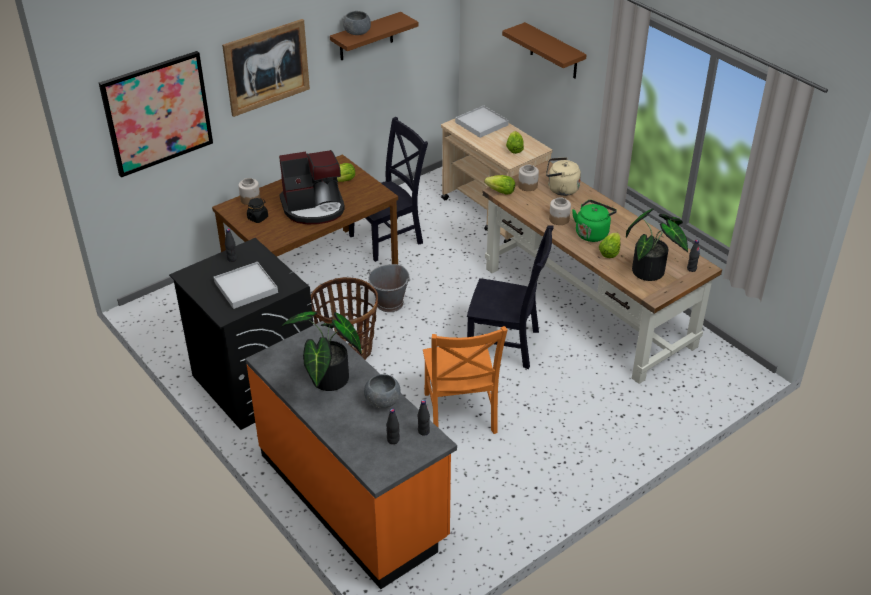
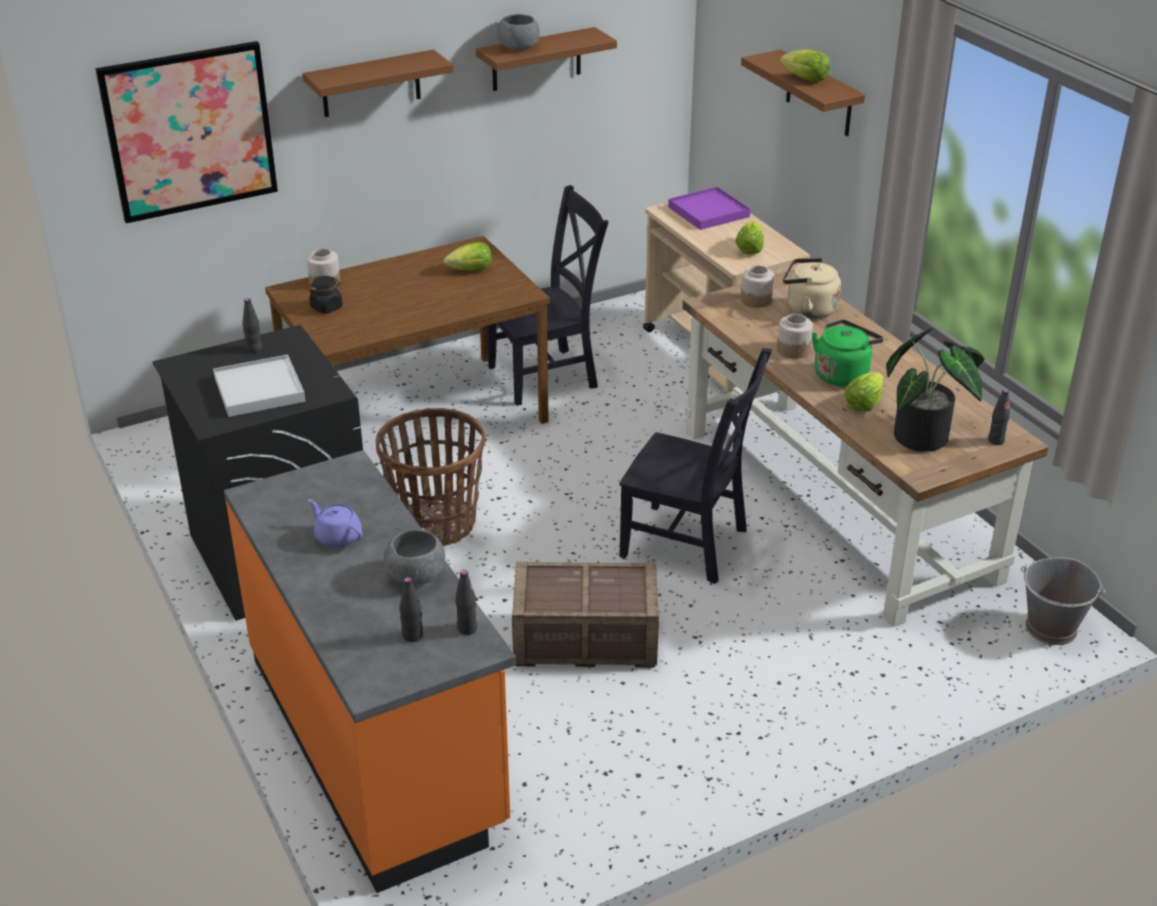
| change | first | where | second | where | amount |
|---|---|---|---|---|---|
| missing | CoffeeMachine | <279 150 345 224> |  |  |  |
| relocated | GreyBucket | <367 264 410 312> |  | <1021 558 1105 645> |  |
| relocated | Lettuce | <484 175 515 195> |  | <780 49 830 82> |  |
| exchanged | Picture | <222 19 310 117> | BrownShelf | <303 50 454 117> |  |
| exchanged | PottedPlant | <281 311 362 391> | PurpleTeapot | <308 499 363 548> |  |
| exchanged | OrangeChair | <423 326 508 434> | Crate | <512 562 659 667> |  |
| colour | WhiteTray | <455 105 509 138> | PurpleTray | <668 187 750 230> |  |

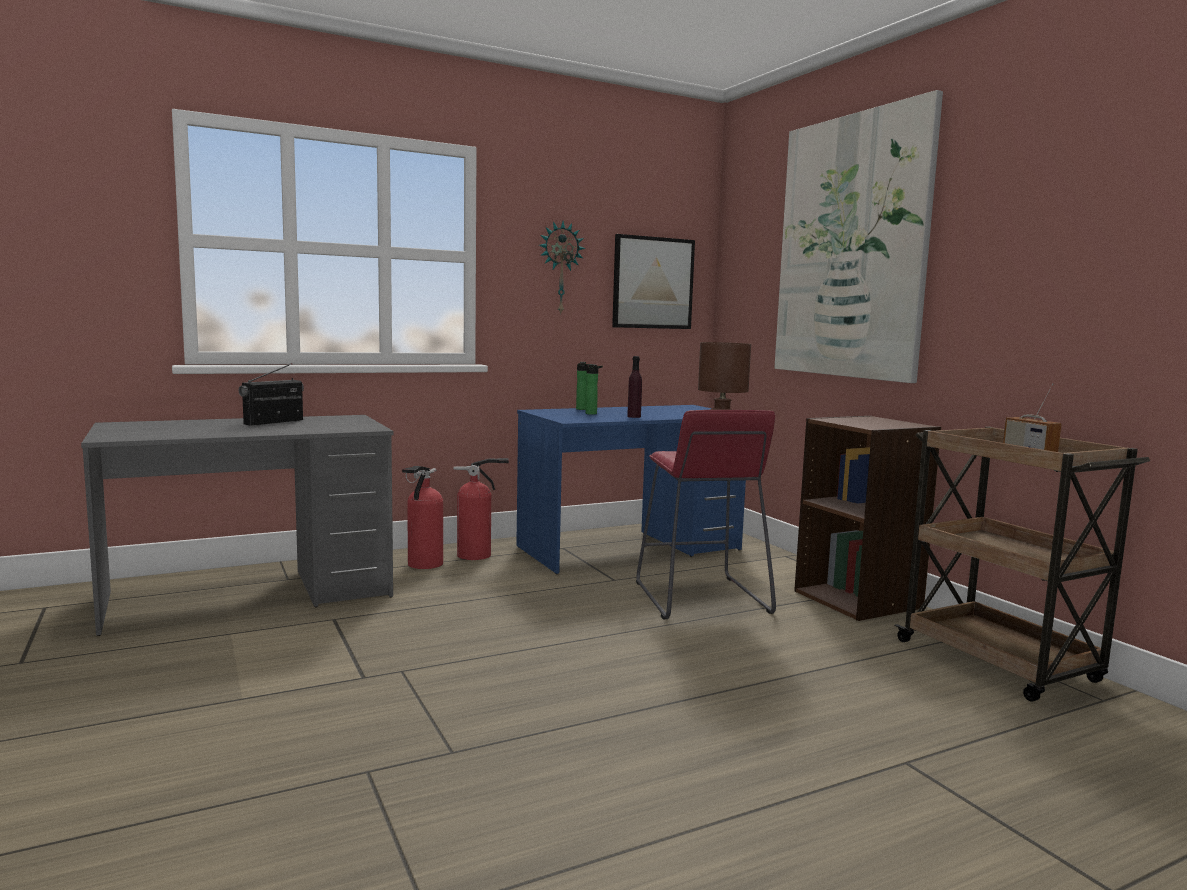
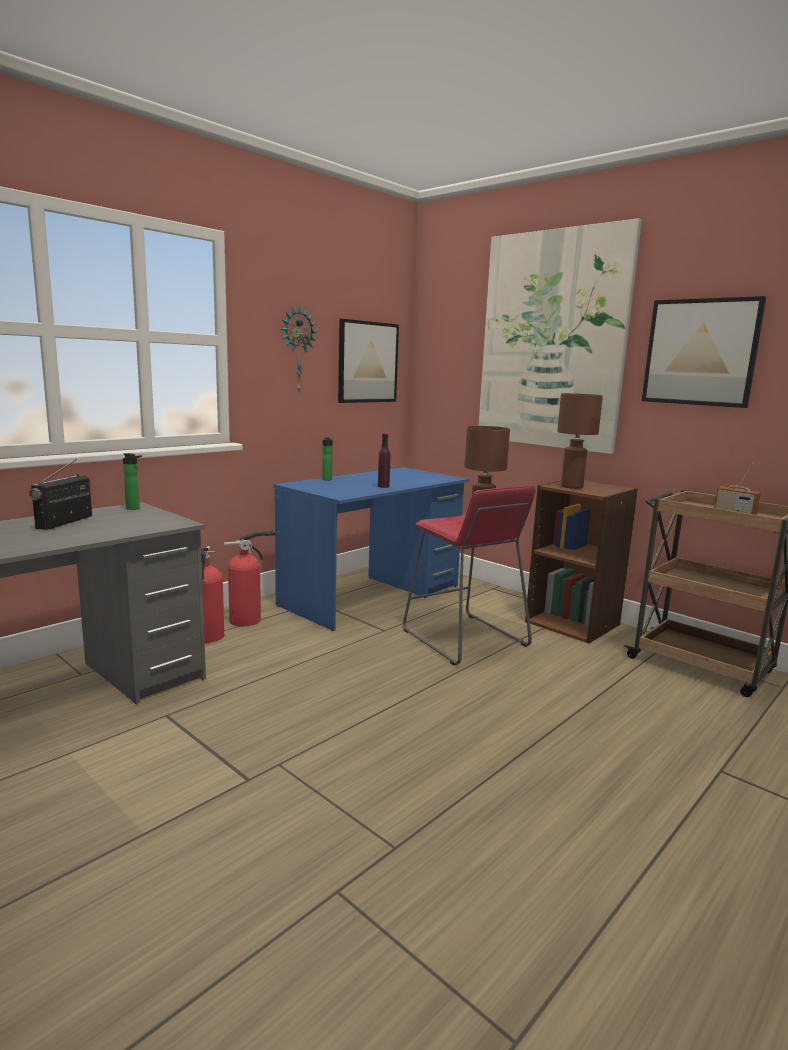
| change | first | where | second | where | amount |
|---|---|---|---|---|---|
| appeared |  |  | BrownTableLamp | <557 393 603 489> |  |
| appeared |  |  | Picture | <642 296 766 408> |  |
| relocated | Bottle | <586 364 603 415> |  | <123 453 142 510> |  |

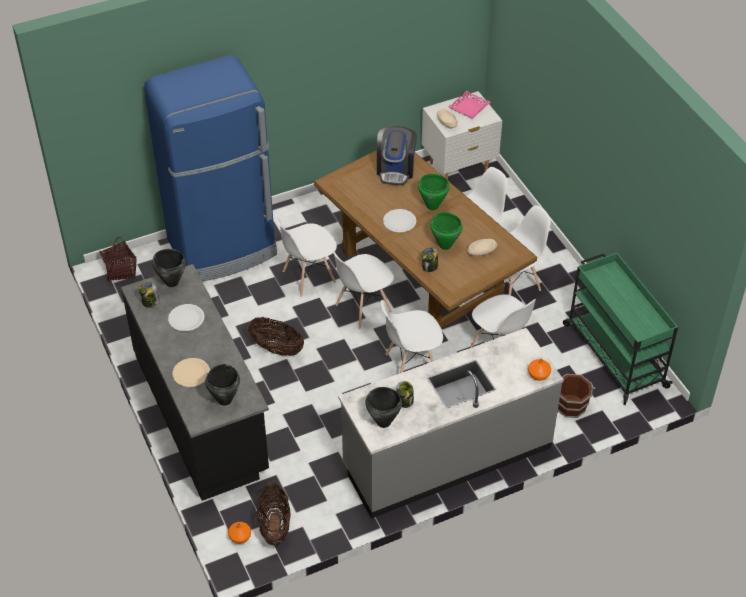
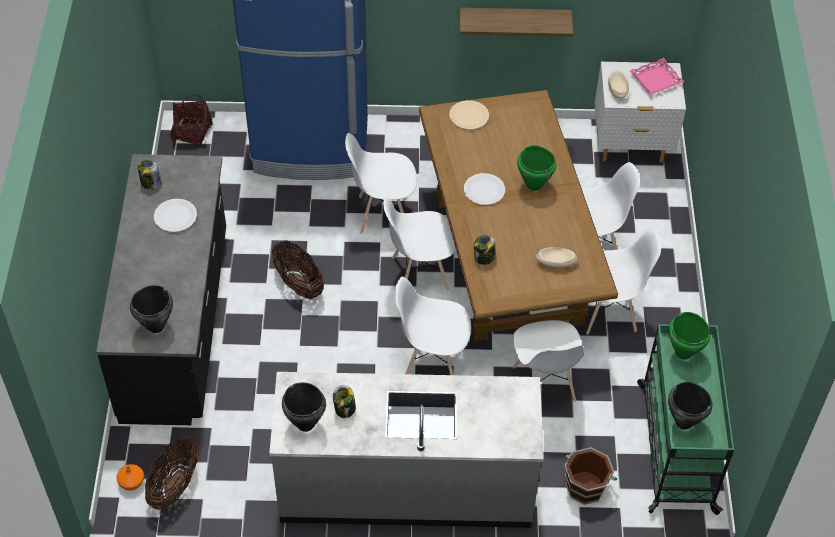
| change | first | where | second | where | amount |
|---|---|---|---|---|---|
| missing | CoffeeMachine | <377 126 417 185> |  |  |  |
| missing | OrangeVase | <528 358 551 381> |  |  |  |
| appeared |  |  | Shelf | <460 8 573 37> |  |
| relocated | BlackCookingPot | <152 249 186 287> |  | <668 382 712 430> |  |
| relocated | BeigePlate | <172 358 210 387> |  | <449 100 489 130> |  |
| relocated | GreenCookingPot | <431 212 462 250> |  | <669 312 710 360> |  |

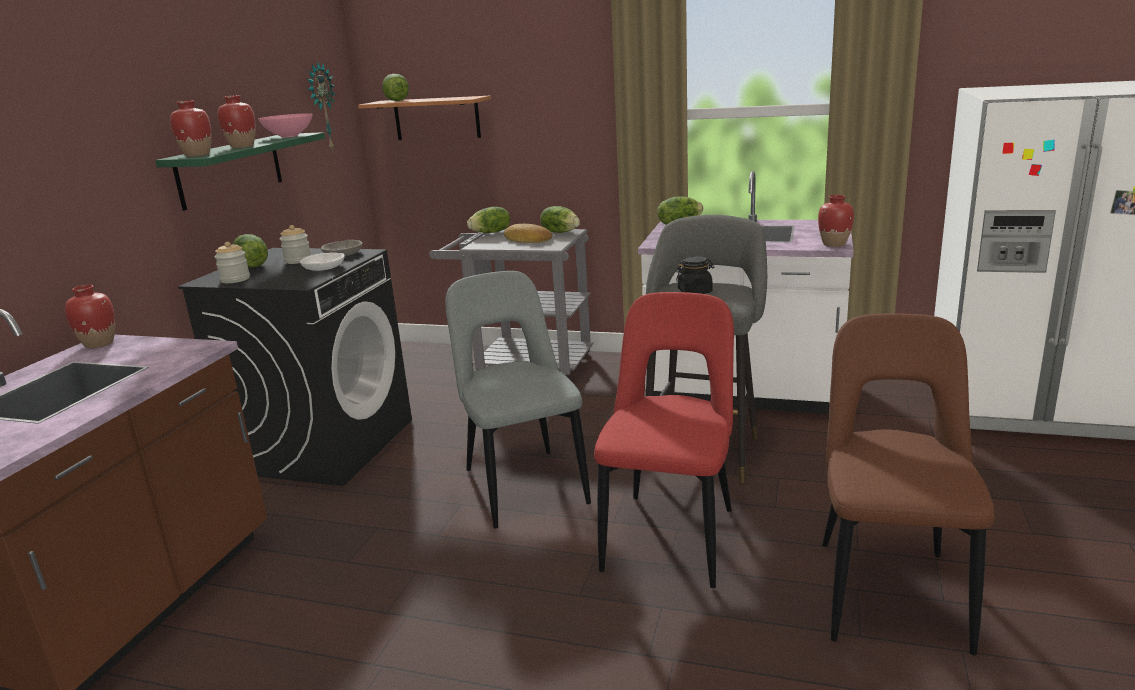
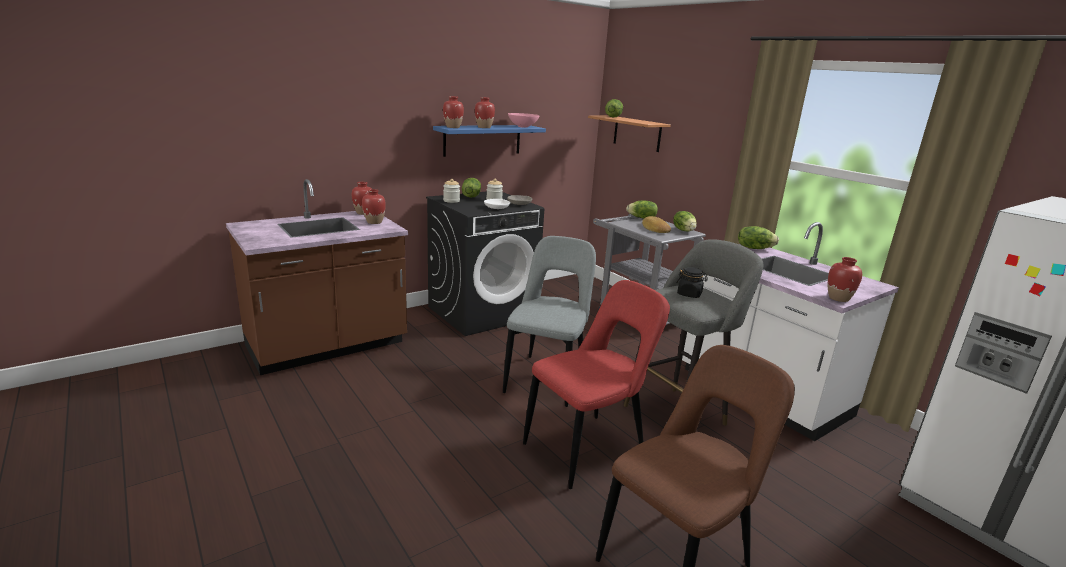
| change | first | where | second | where | amount |
|---|---|---|---|---|---|
| missing | WallClock | <307 61 335 152> |  |  |  |
| appeared |  |  | RedVase | <362 189 386 224> |  |
| colour | GreenShelf | <155 132 325 211> | BlueShelf | <433 125 546 157> |  |

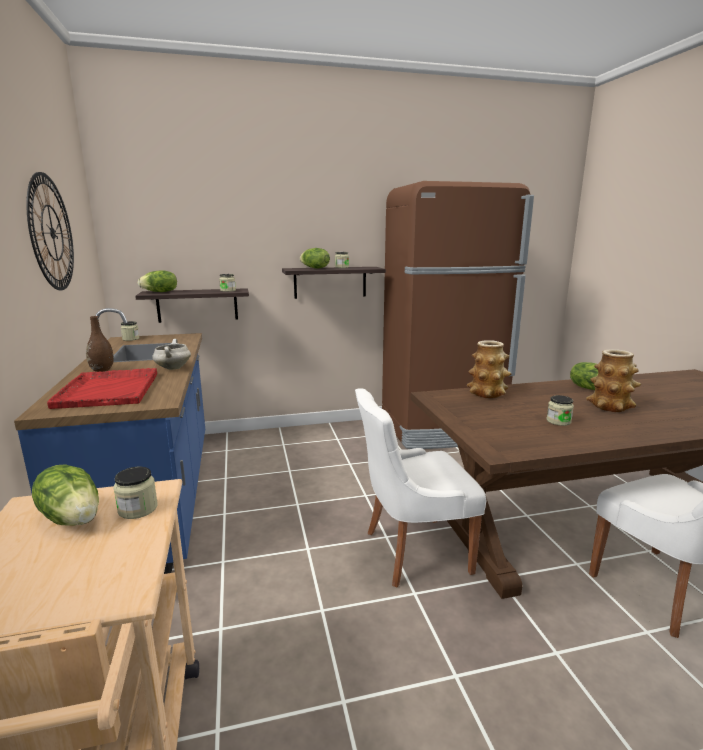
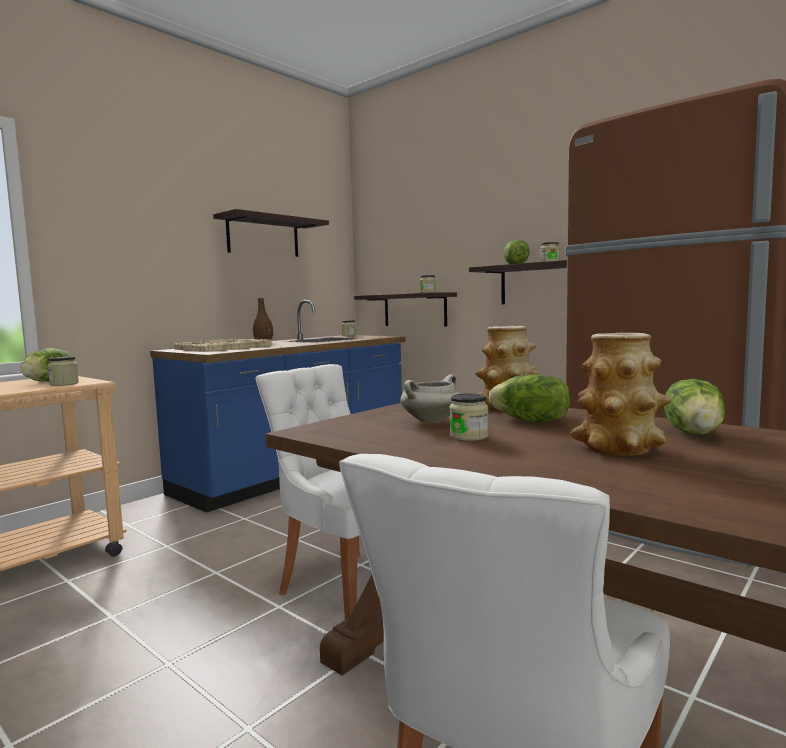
| change | first | where | second | where | amount |
|---|---|---|---|---|---|
| relocated | Lettuce | <138 270 177 292> |  | <489 374 571 422> |  |
| relocated | WhiteCookingPot | <152 339 191 370> |  | <400 374 459 423> |  |
| exchanged | WallClock | <26 172 74 290> | Shelf | <213 209 329 257> |  |
| colour | RedTray | <47 368 157 409> | BeigeTray | <174 339 271 352> |  |

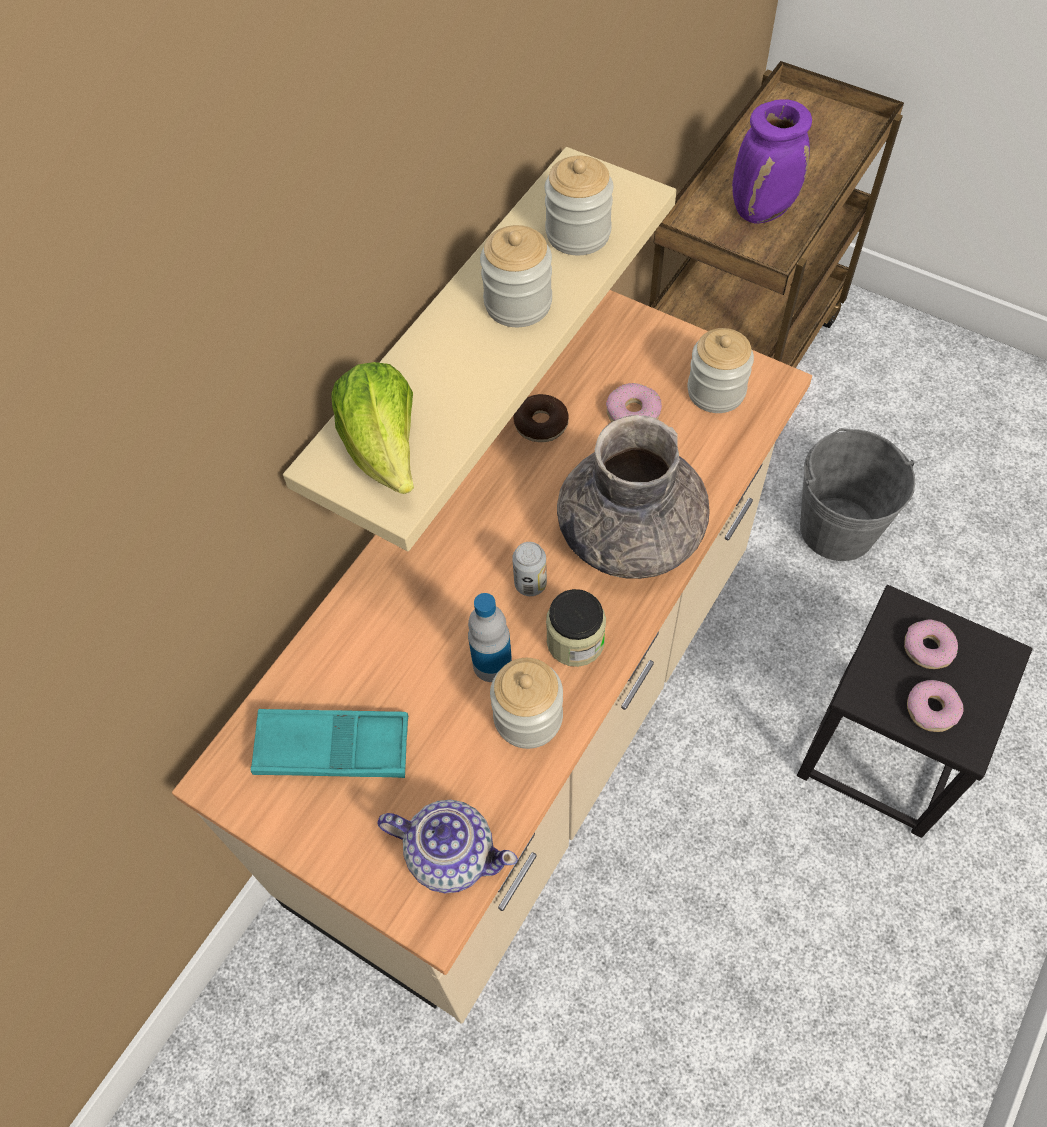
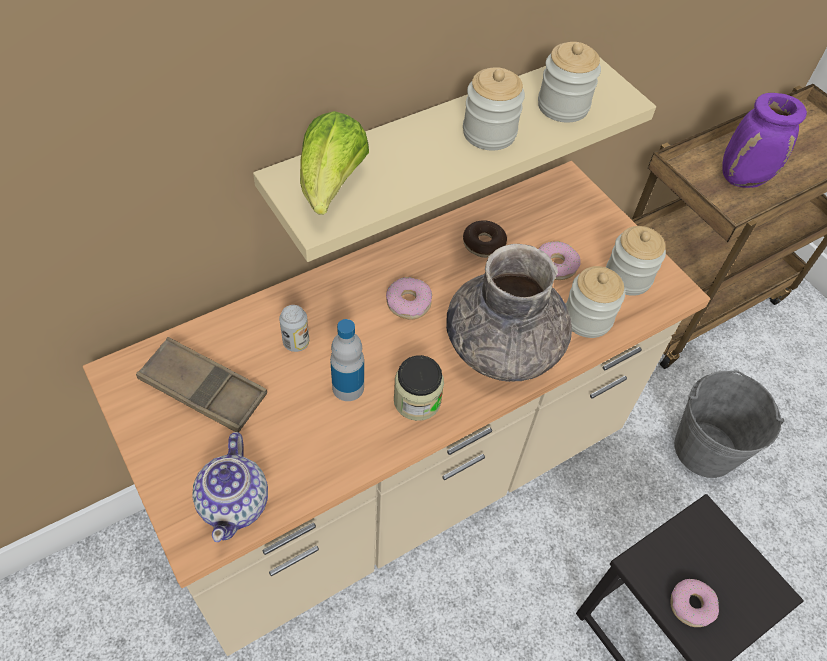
| change | first | where | second | where | amount |
|---|---|---|---|---|---|
| relocated | Jar | <490 658 563 749> |  | <566 266 625 338> |  |
| relocated | Can | <512 542 547 596> |  | <279 305 309 352> |  |
| relocated | Donut | <904 620 958 669> |  | <386 277 432 320> |  |
| colour | TurquoiseTray | <251 709 408 778> | BrownTray | <136 337 267 432> |  |
| spun | Teapot | <377 800 518 894> |  | <192 432 268 542> | 45 degrees clockwise |

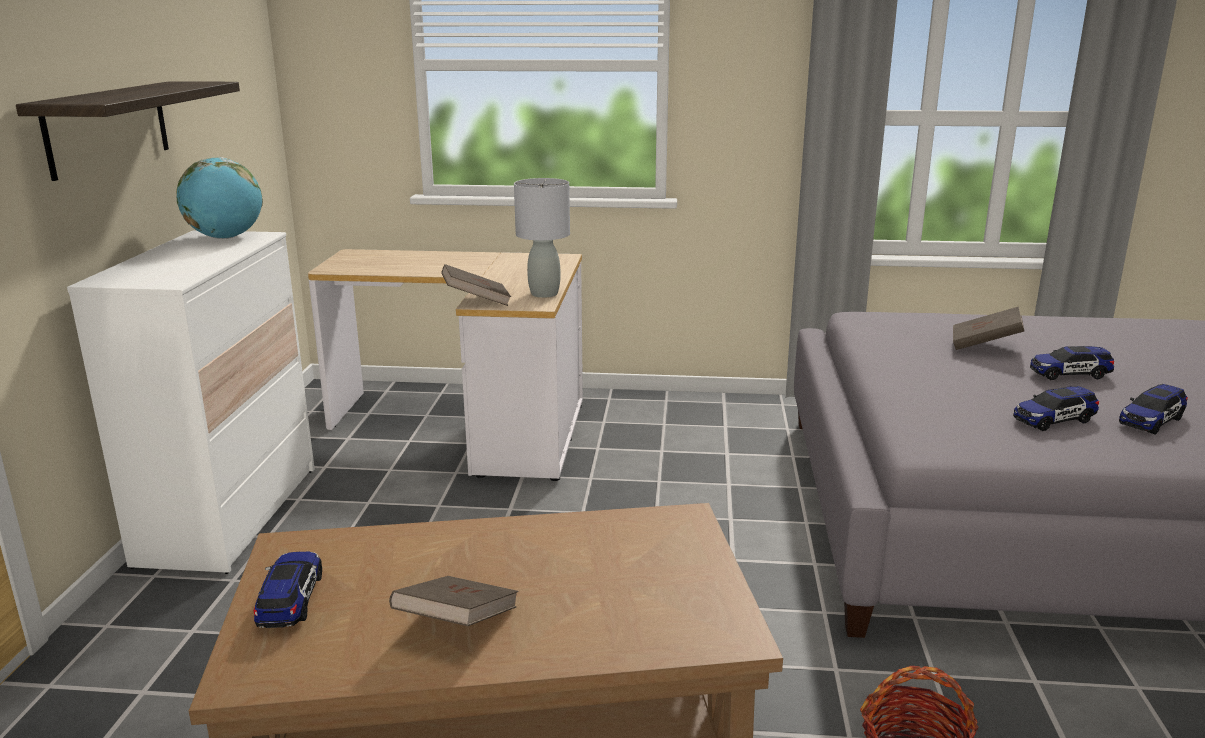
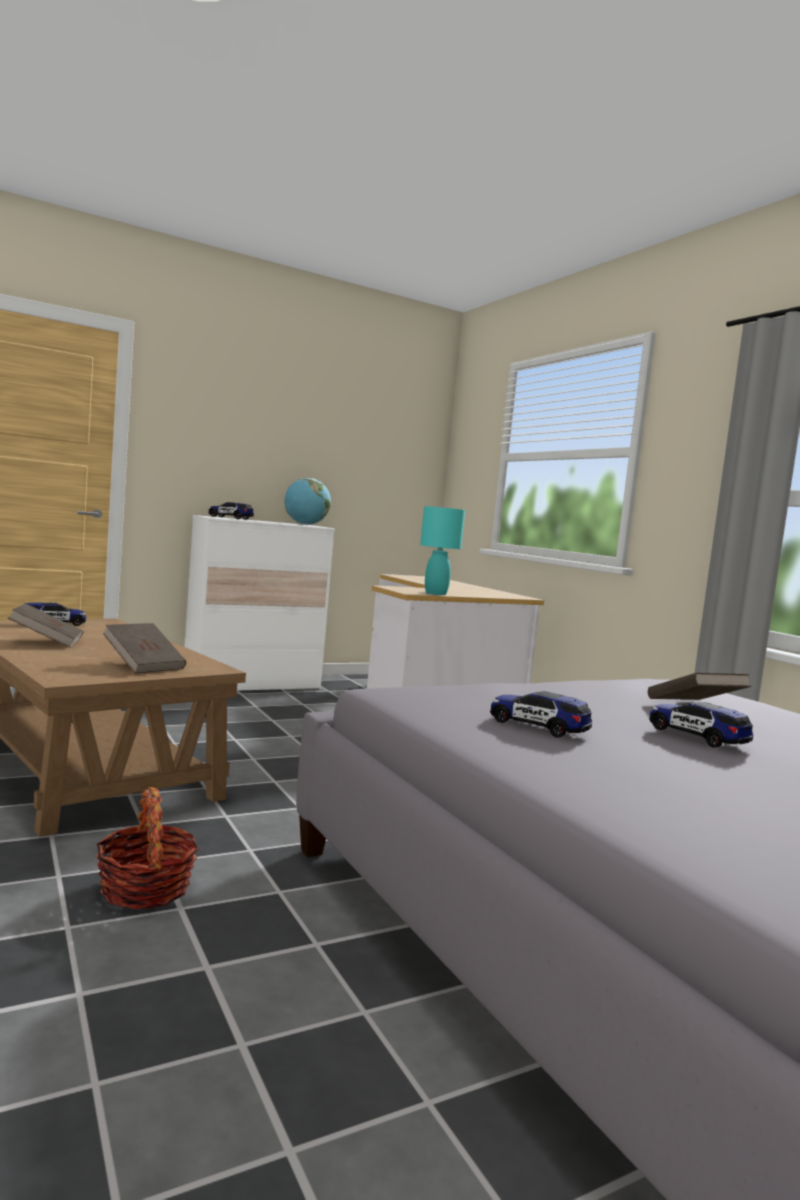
| change | first | where | second | where | amount |
|---|---|---|---|---|---|
| missing | Shelf | <16 81 240 181> |  |  |  |
| relocated | BrownBook | <441 264 511 306> |  | <103 623 186 674> |  |
| relocated | ToyCar | <1119 384 1188 434> |  | <209 502 254 520> |  |
| colour | GreyTableLamp | <514 178 570 298> | TurquoiseTableLamp | <420 506 465 595> |  |

